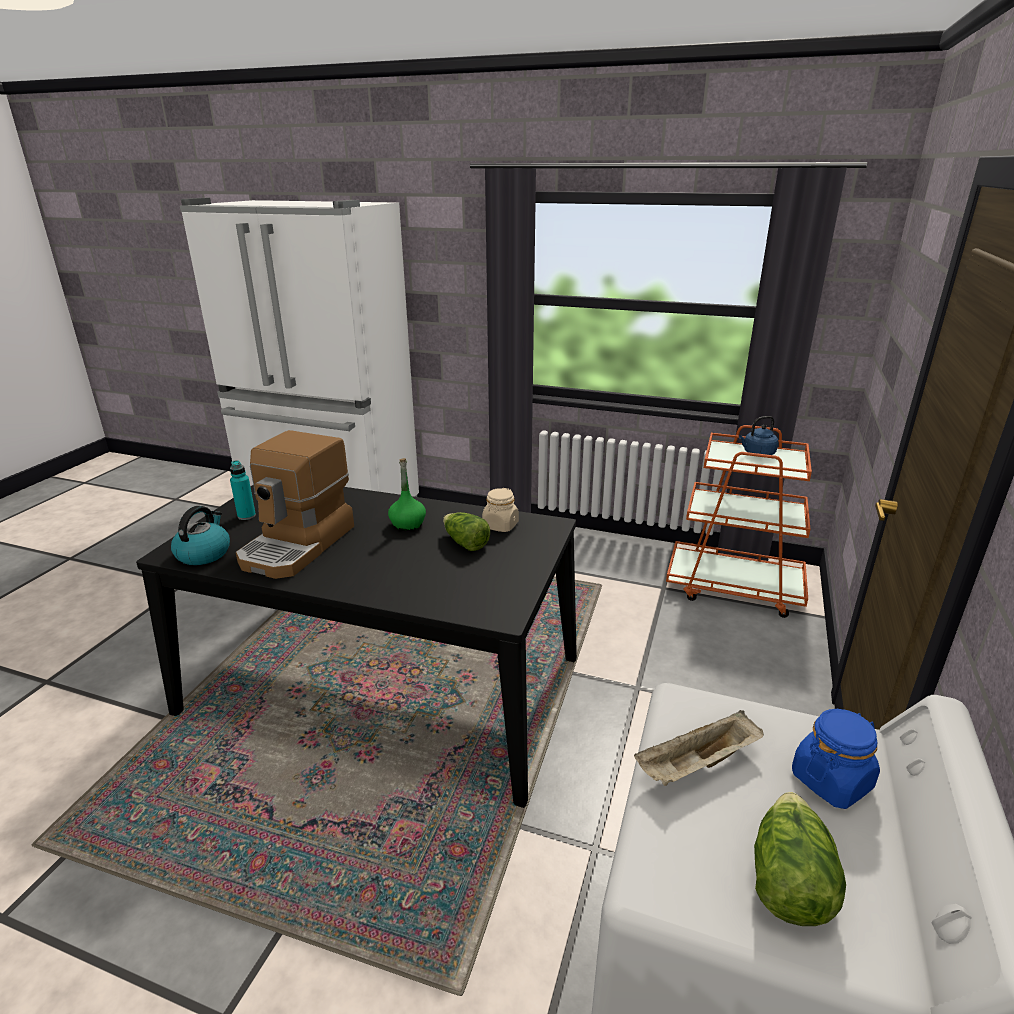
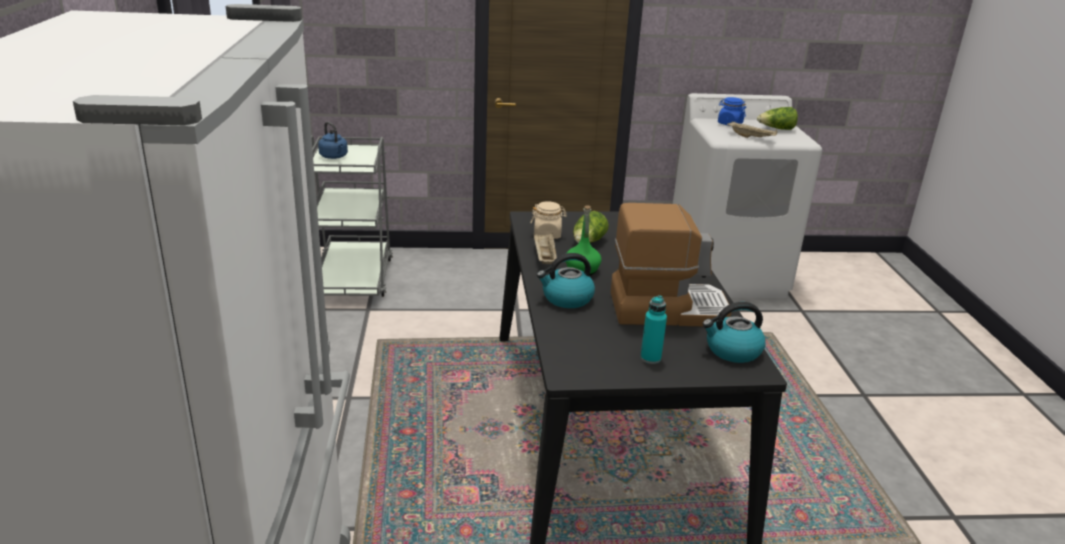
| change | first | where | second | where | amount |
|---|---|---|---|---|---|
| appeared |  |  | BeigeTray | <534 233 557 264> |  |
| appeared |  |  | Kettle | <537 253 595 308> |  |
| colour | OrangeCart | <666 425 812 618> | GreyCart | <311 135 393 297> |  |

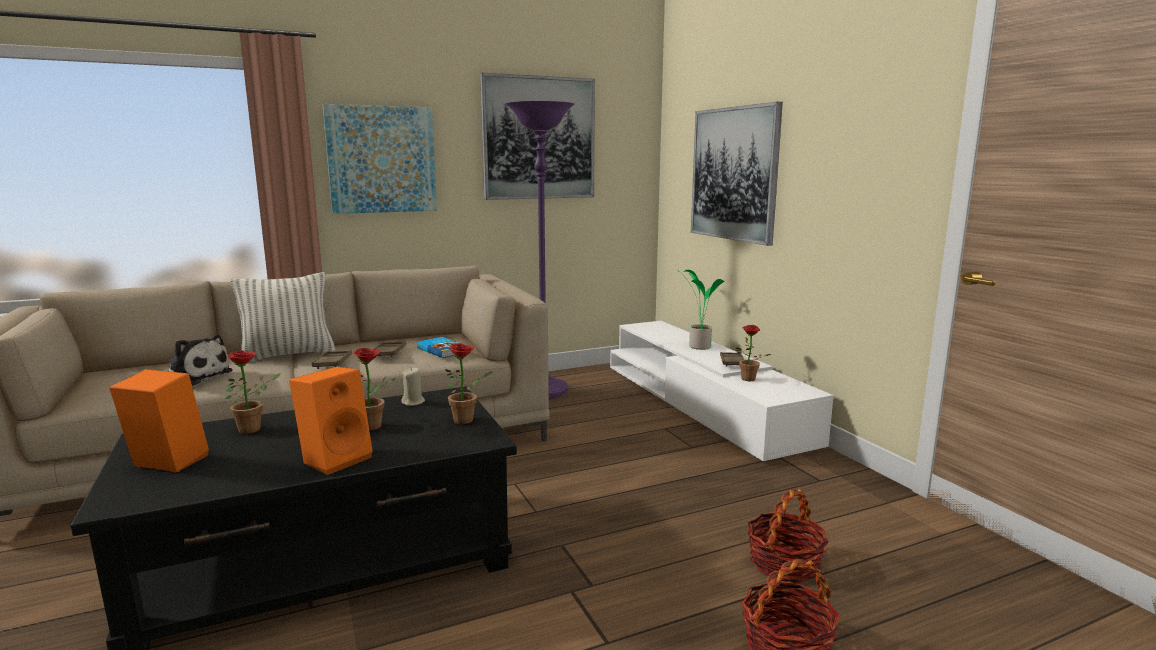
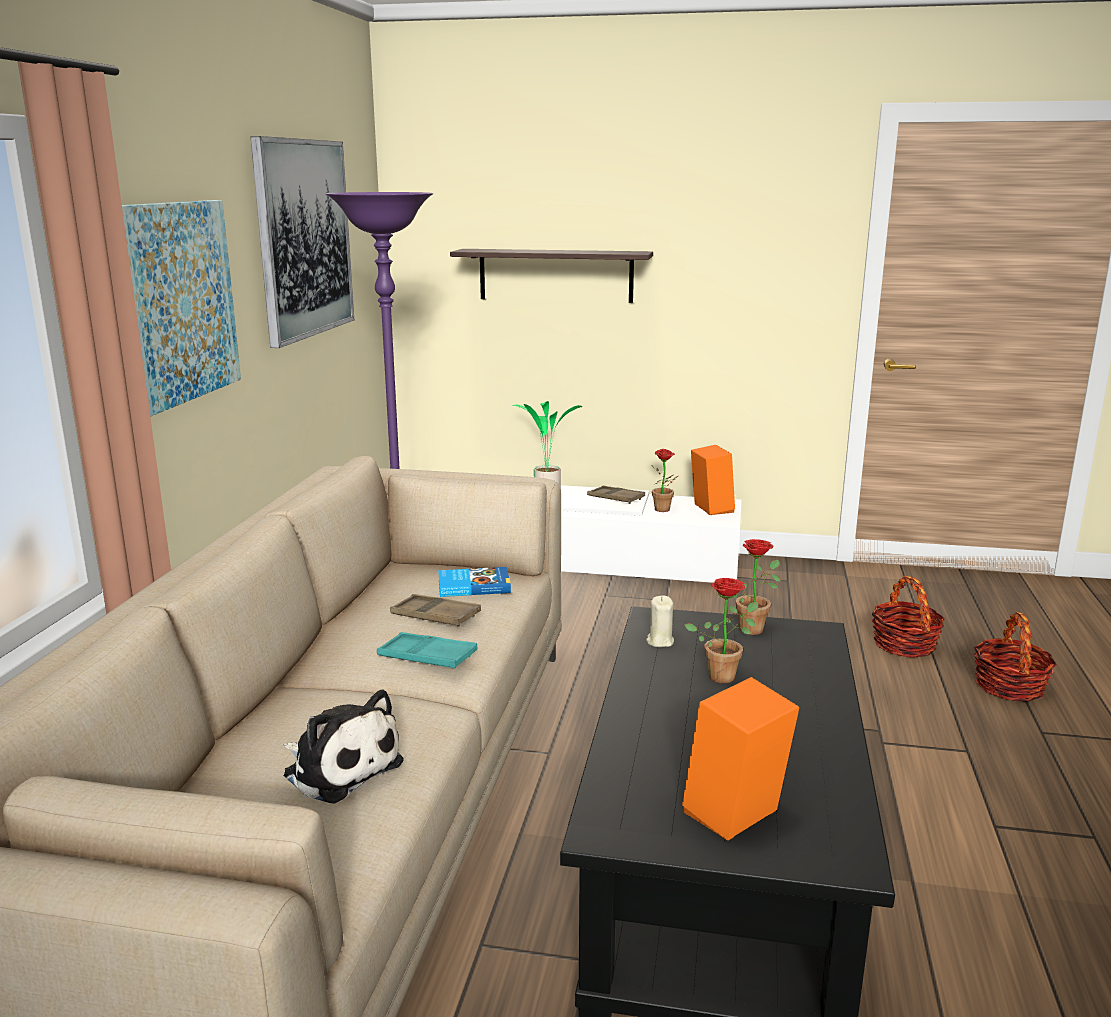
| change | first | where | second | where | amount |
|---|---|---|---|---|---|
| missing | PottedPlant | <225 350 281 434> |  |  |  |
| missing | Pillow | <231 272 336 363> |  |  |  |
| relocated | OrangeSpeaker | <289 367 373 475> |  | <691 445 735 515> |  |
| exchanged | Picture | <691 102 783 246> | Shelf | <450 249 653 303> |  |
| colour | BrownTray | <312 350 352 369> | TurquoiseTray | <377 632 478 669> |  |
| spun | PlushToy | <168 334 233 386> |  | <284 690 404 804> | 75 degrees clockwise |

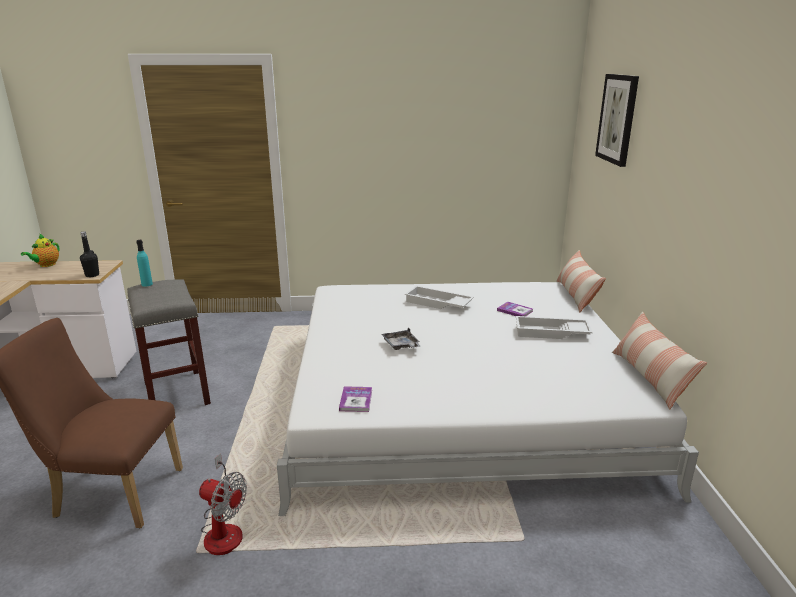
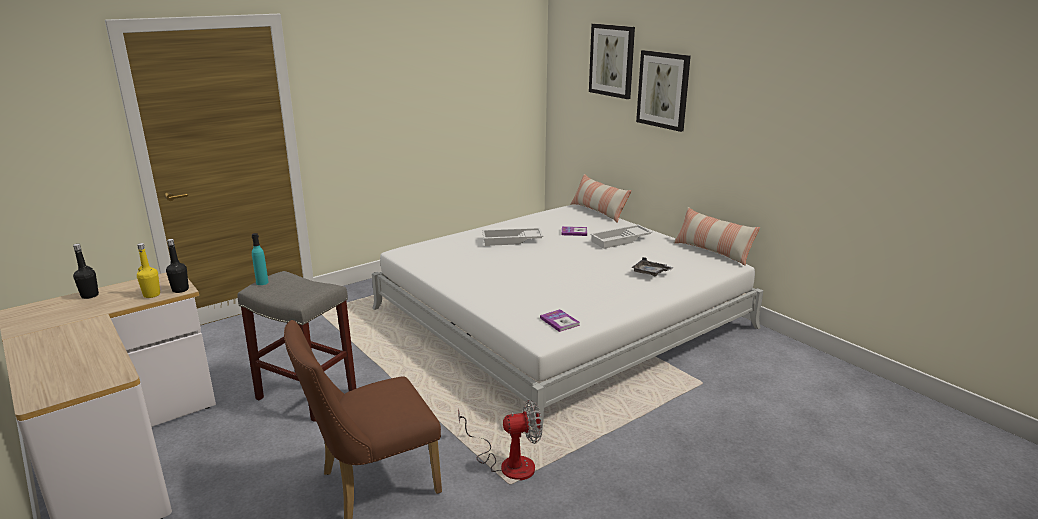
| change | first | where | second | where | amount |
|---|---|---|---|---|---|
| appeared |  |  | YellowBottle | <137 243 160 298> |  |
| appeared |  |  | Picture | <636 50 691 132> |  |
| relocated | GreyTray | <382 328 420 350> |  | <631 257 674 276> |  |
| exchanged | Teapot | <21 234 59 267> | BlackBottle | <73 244 99 299> |  |

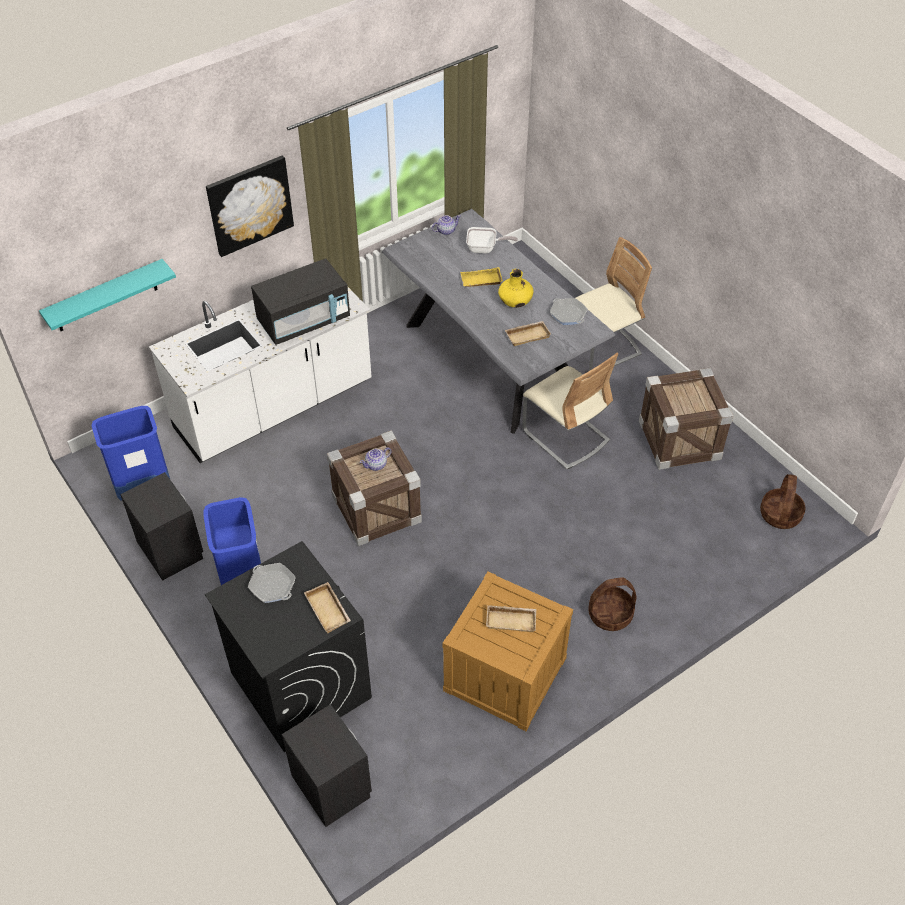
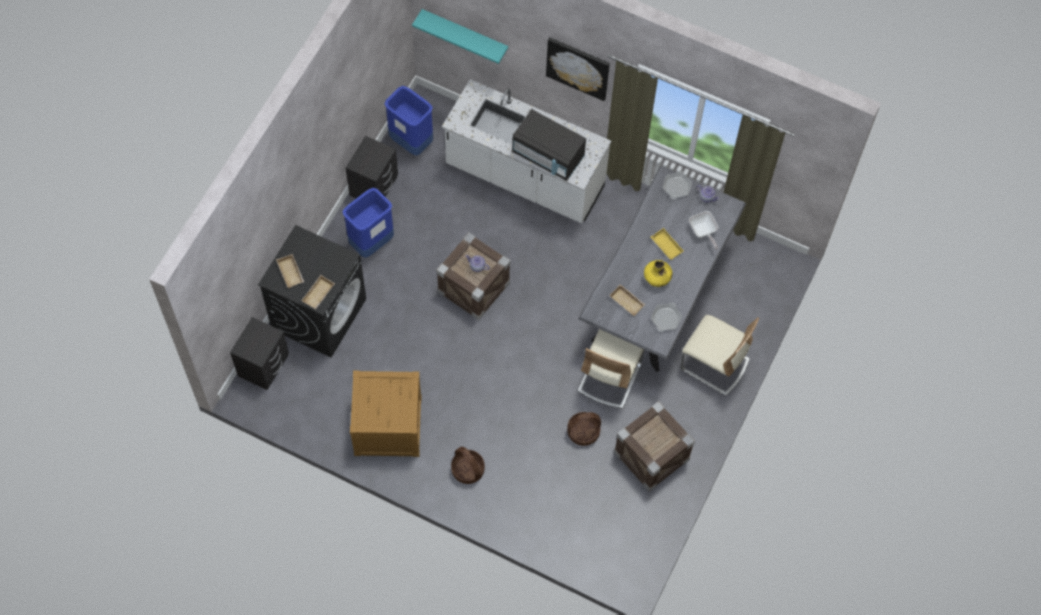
| change | first | where | second | where | amount |
|---|---|---|---|---|---|
| relocated | FryingPan | <248 563 296 603> |  | <663 171 692 199> |  |
| relocated | BeigeTray | <486 605 536 632> |  | <276 254 304 288> |  |
| relocated | Basket | <760 474 806 529> |  | <567 412 601 446> |  |

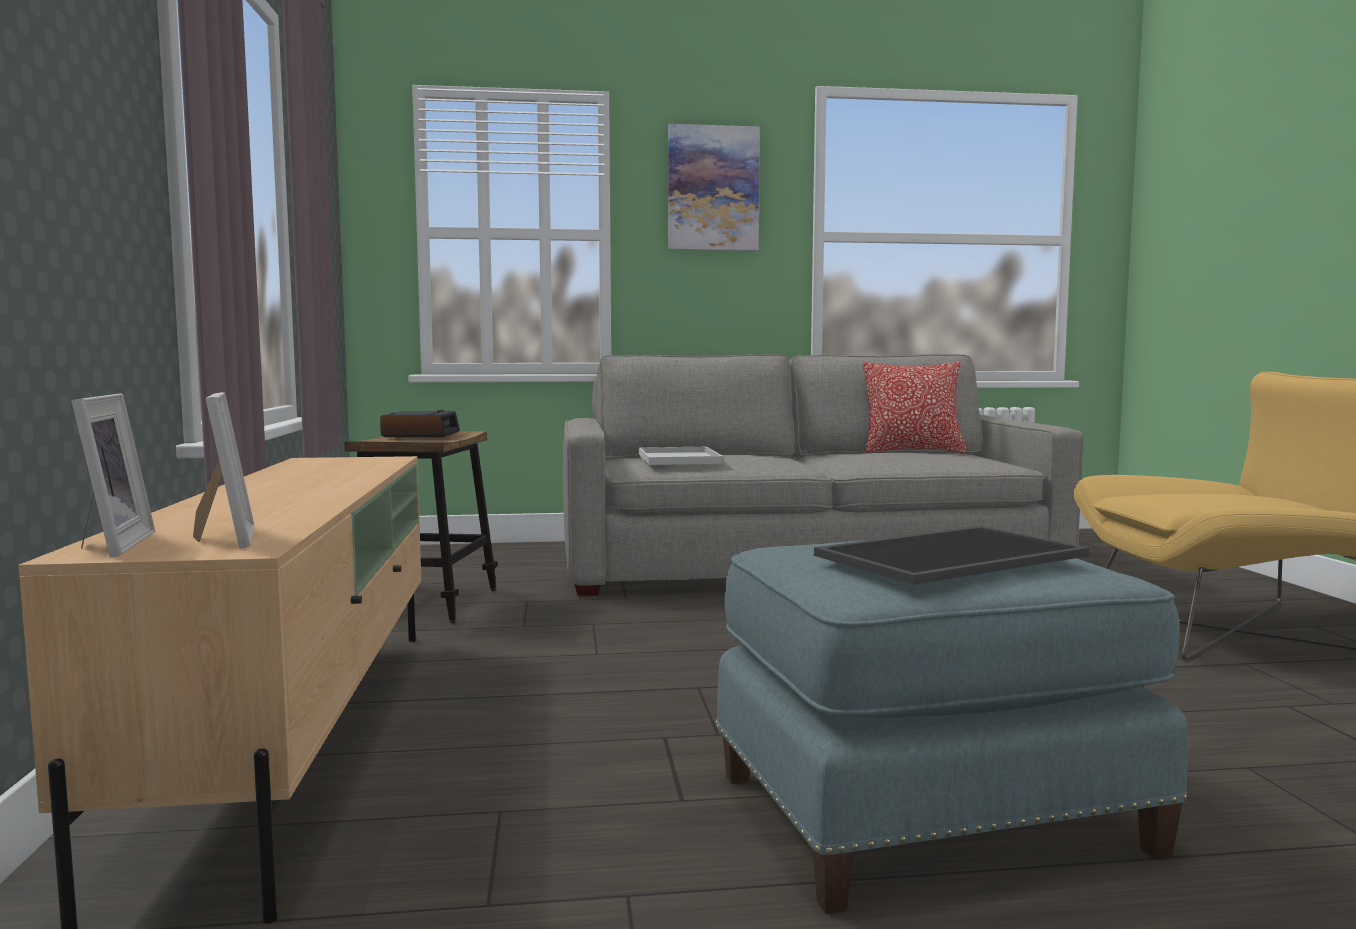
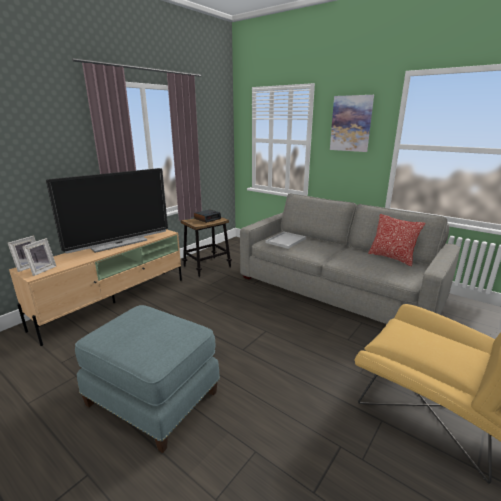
| change | first | where | second | where | amount |
|---|---|---|---|---|---|
| missing | Tray | <814 526 1089 585> |  |  |  |
| appeared |  |  | Television | <46 168 168 254> |  |

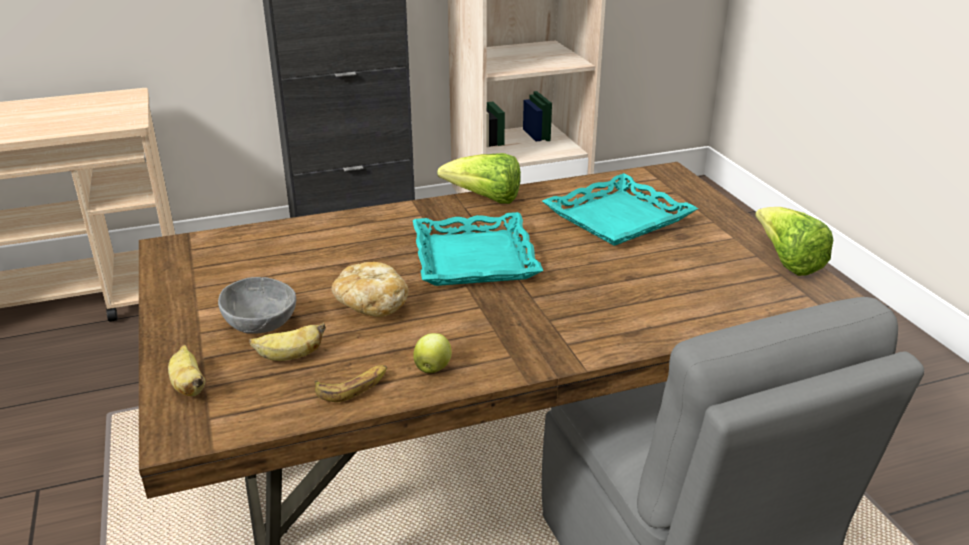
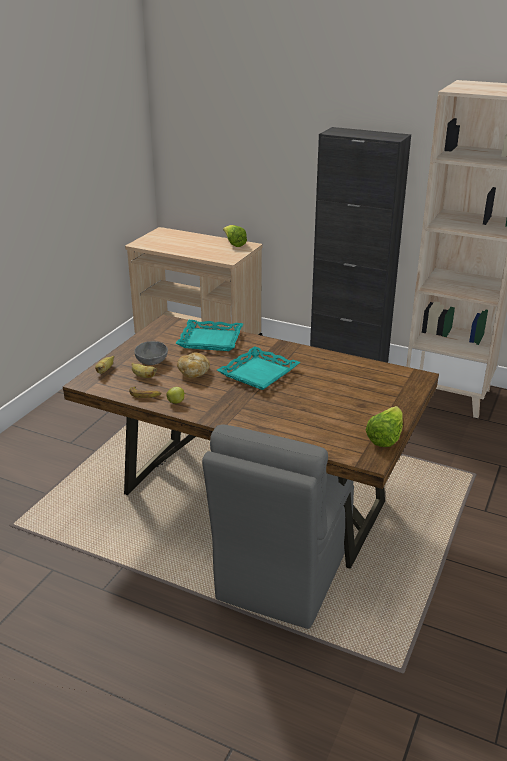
| change | first | where | second | where | amount |
|---|---|---|---|---|---|
| relocated | Lettuce | <437 153 521 204> |  | <223 225 247 247> |  |
| relocated | TurquoiseTray | <542 173 698 246> |  | <176 320 243 351> |  |

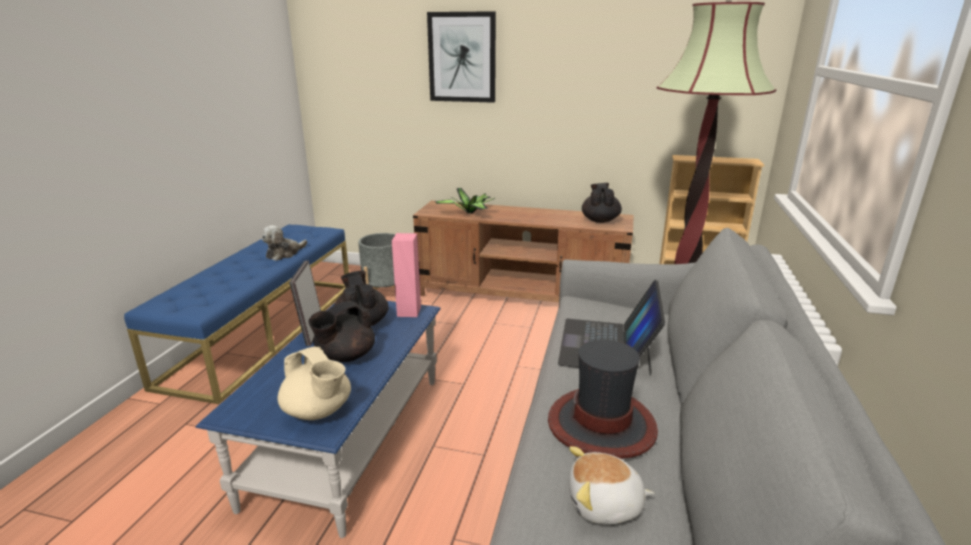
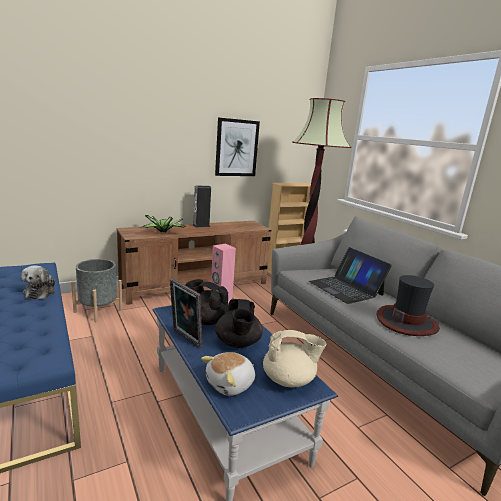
| change | first | where | second | where | amount |
|---|---|---|---|---|---|
| missing | BlackTeapot | <582 183 622 223> |  |  |  |
| appeared |  |  | Speaker | <193 186 211 228> |  |
| relocated | Picture | <427 11 496 103> |  | <215 118 260 176> |  |
| relocated | PlushToy | <569 446 654 524> |  | <201 352 255 396> |  |

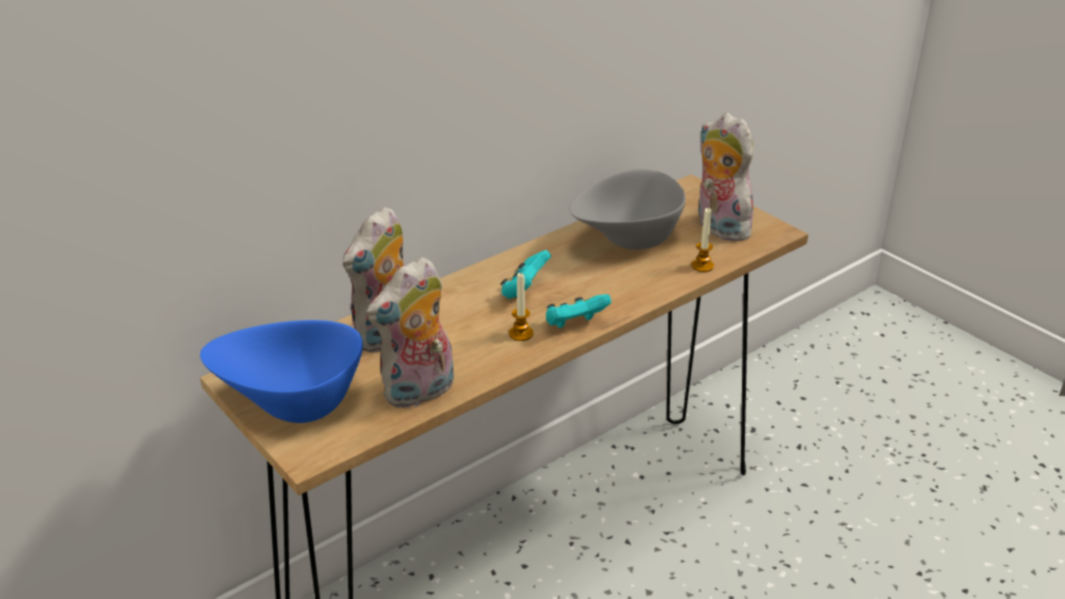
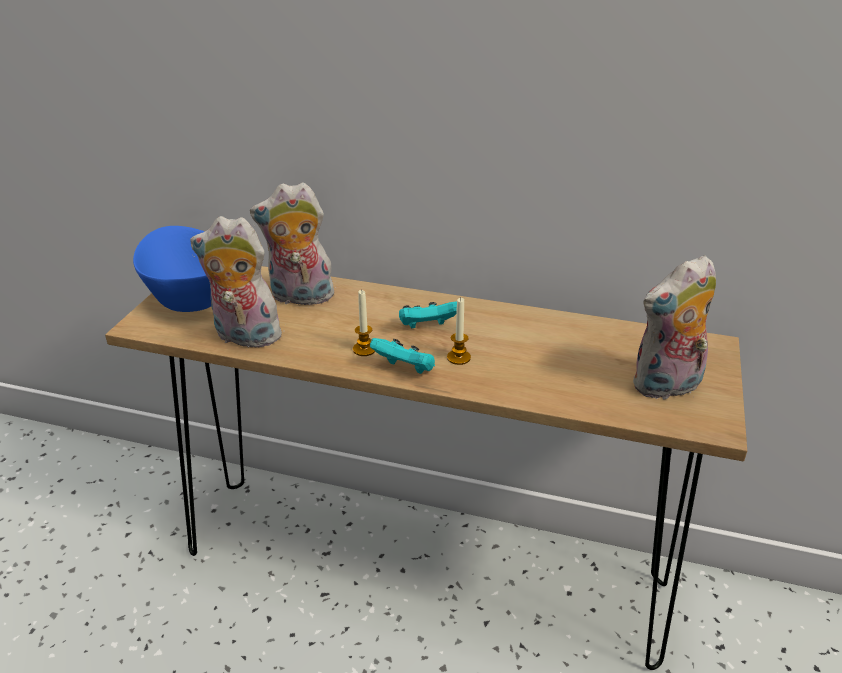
| change | first | where | second | where | amount |
|---|---|---|---|---|---|
| missing | GreyBowl | <570 169 686 250> |  |  |  |
| relocated | Candle | <691 207 714 272> |  | <447 298 471 365> |  |
| spun | PlushToy | <698 113 753 241> |  | <633 255 716 399> | 135 degrees counterclockwise |

